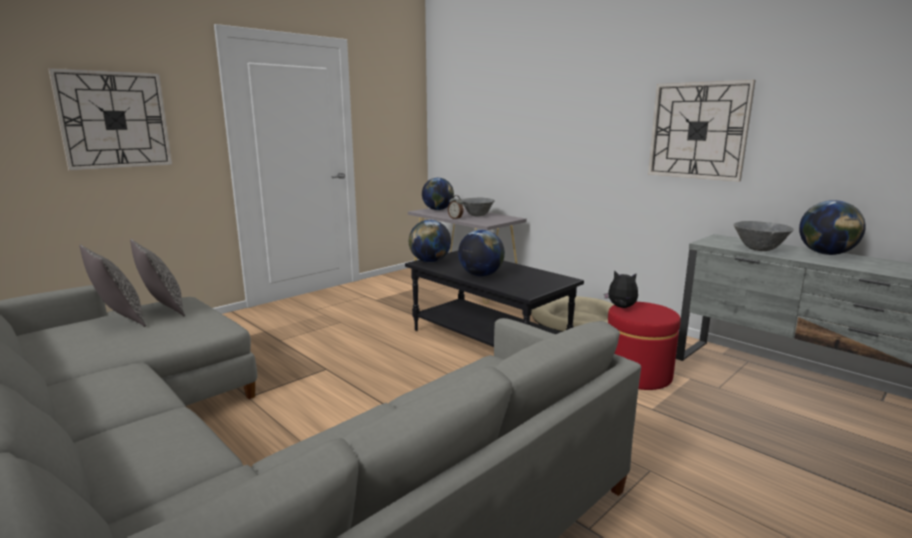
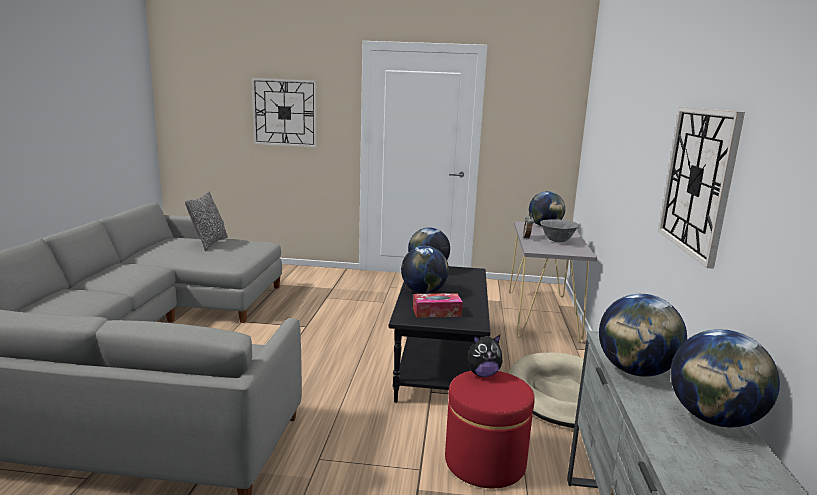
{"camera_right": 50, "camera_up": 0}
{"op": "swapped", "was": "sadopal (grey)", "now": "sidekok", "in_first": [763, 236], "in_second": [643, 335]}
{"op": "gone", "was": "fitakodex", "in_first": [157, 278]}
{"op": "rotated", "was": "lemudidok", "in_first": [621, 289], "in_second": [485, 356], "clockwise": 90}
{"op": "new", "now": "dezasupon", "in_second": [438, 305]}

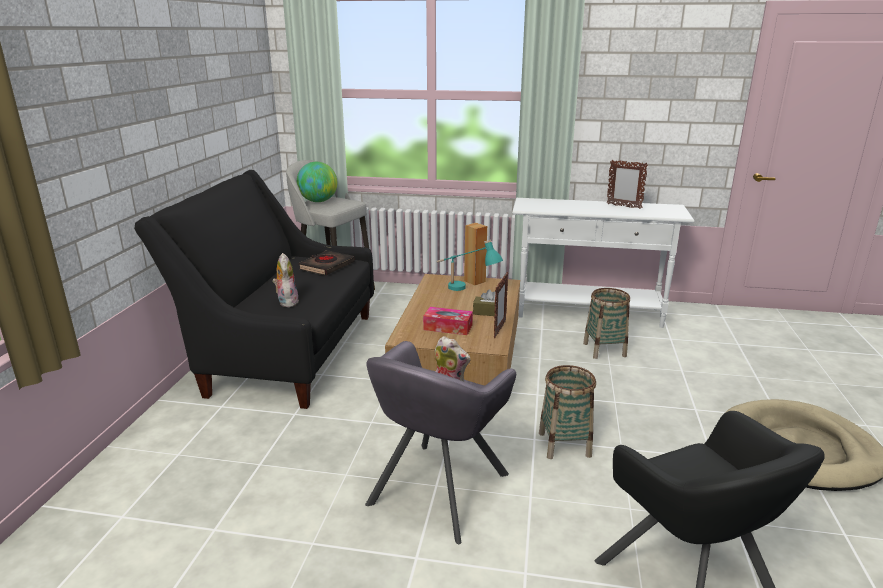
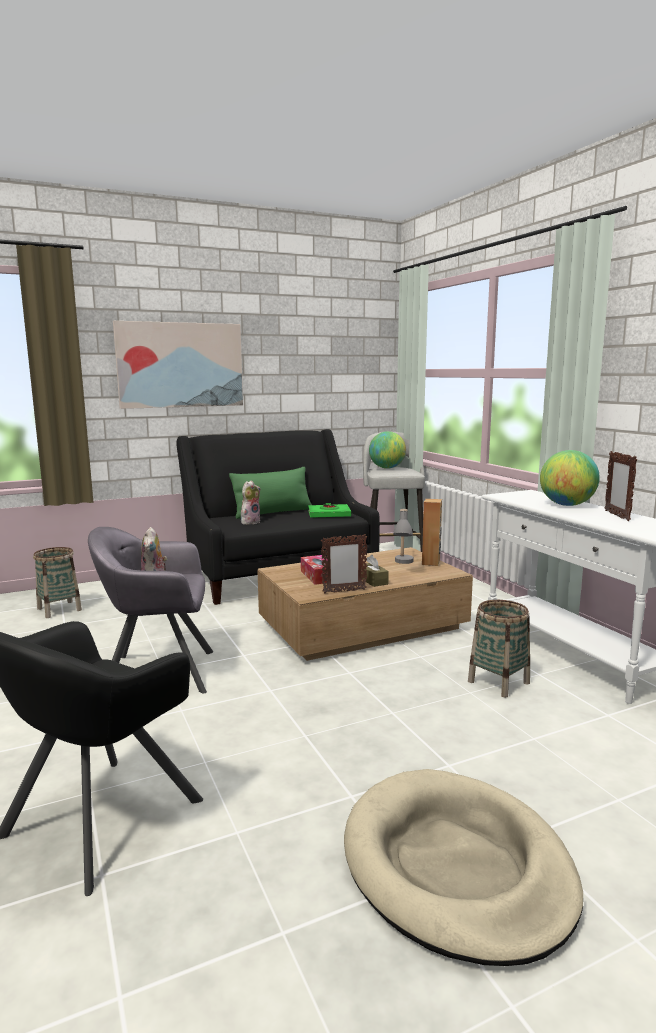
{"camera_right": 55, "camera_up": -10}
{"op": "repainted", "was": "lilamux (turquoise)", "now": "lilamux (grey)", "in_first": [469, 265], "in_second": [403, 536]}
{"op": "repainted", "was": "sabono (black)", "now": "sabono (green)", "in_first": [326, 263], "in_second": [329, 510]}
{"op": "shifted", "was": "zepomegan", "in_first": [567, 412], "in_second": [57, 582]}
{"op": "new", "now": "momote", "in_second": [178, 365]}
{"op": "new", "now": "sidekok", "in_second": [570, 478]}
{"op": "new", "now": "fitakodex (green)", "in_second": [270, 493]}

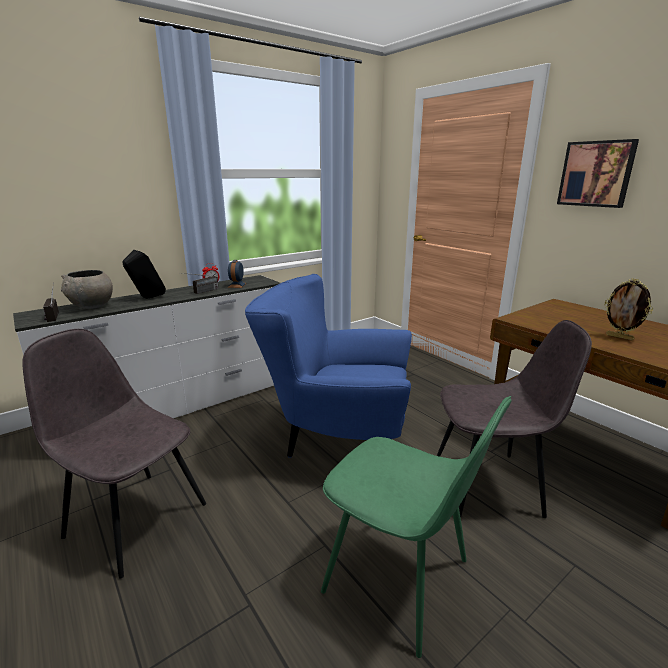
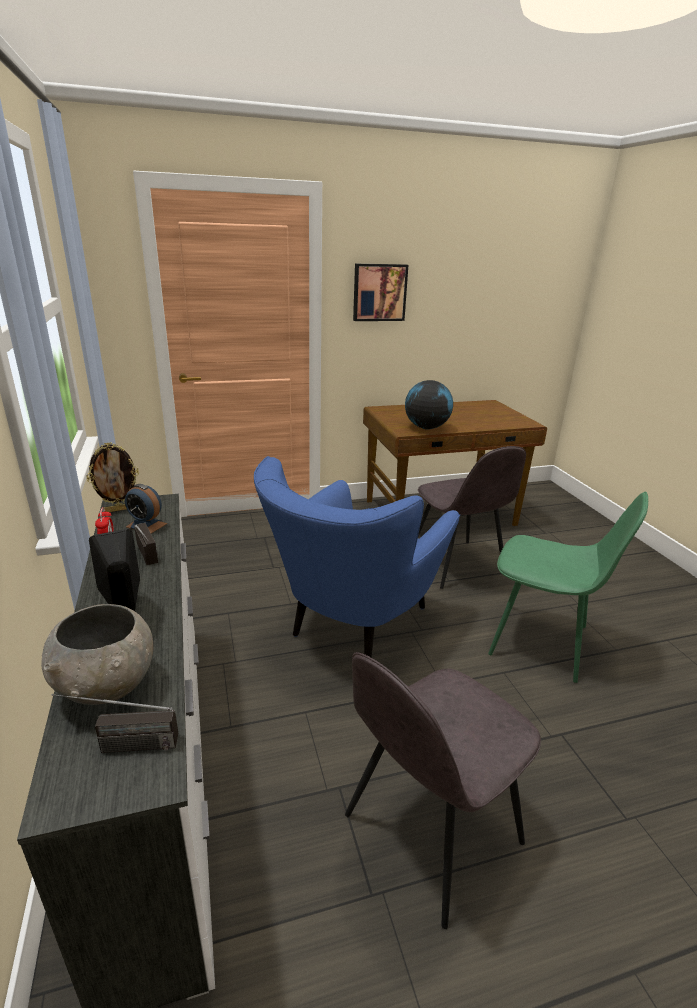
{"camera_right": -70, "camera_up": 5}
{"op": "shifted", "was": "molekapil", "in_first": [628, 309], "in_second": [112, 477]}
{"op": "rotated", "was": "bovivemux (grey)", "in_first": [514, 419], "in_second": [472, 517], "clockwise": 135}
{"op": "rotated", "was": "bovivemux (green)", "in_first": [416, 527], "in_second": [568, 587], "clockwise": 60}
{"op": "new", "now": "sidekok", "in_second": [429, 405]}

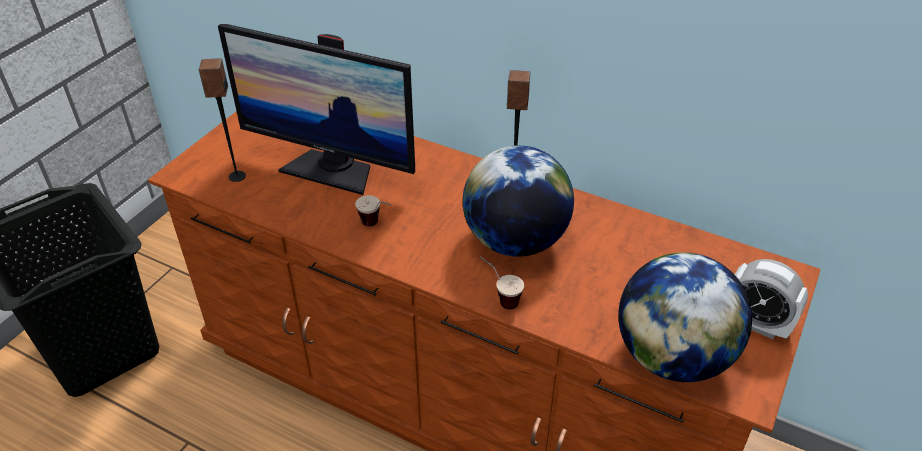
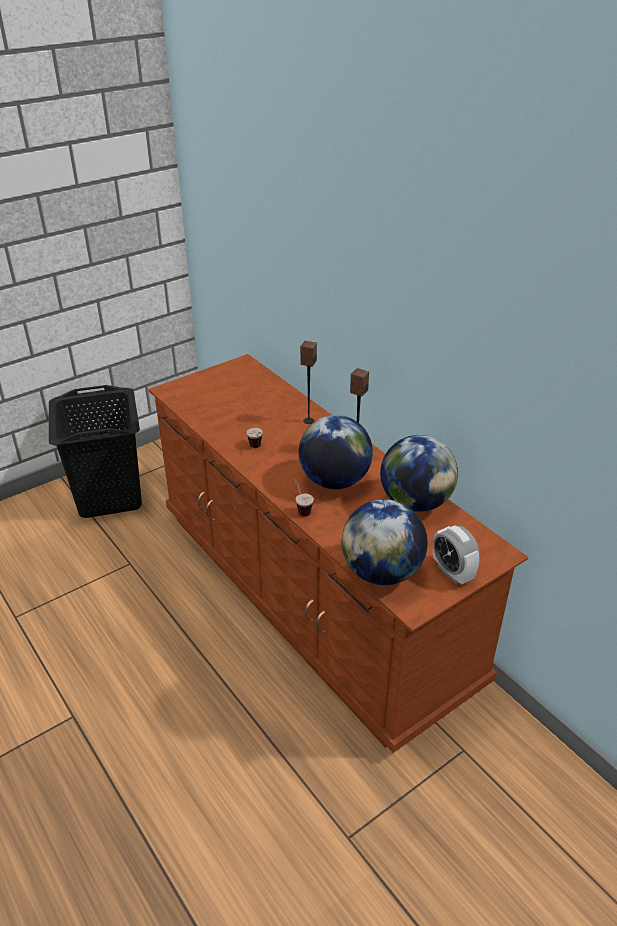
{"camera_right": 25, "camera_up": -5}
{"op": "gone", "was": "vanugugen", "in_first": [316, 109]}
{"op": "shifted", "was": "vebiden", "in_first": [222, 120], "in_second": [308, 382]}
{"op": "new", "now": "sidekok", "in_second": [419, 473]}

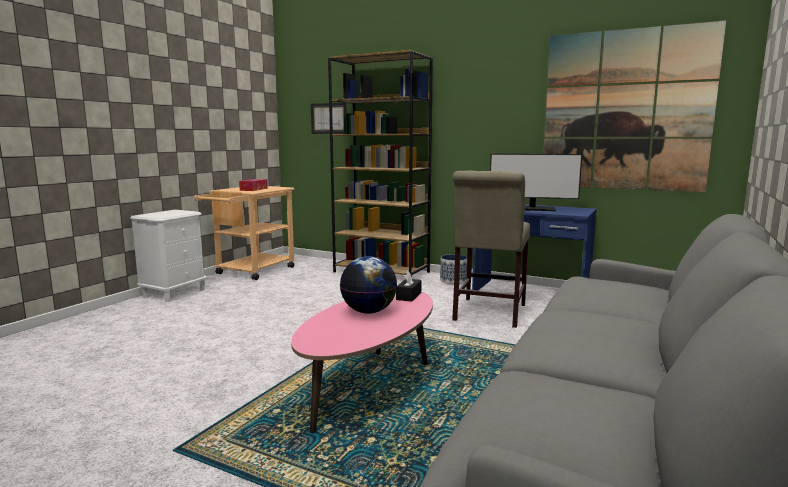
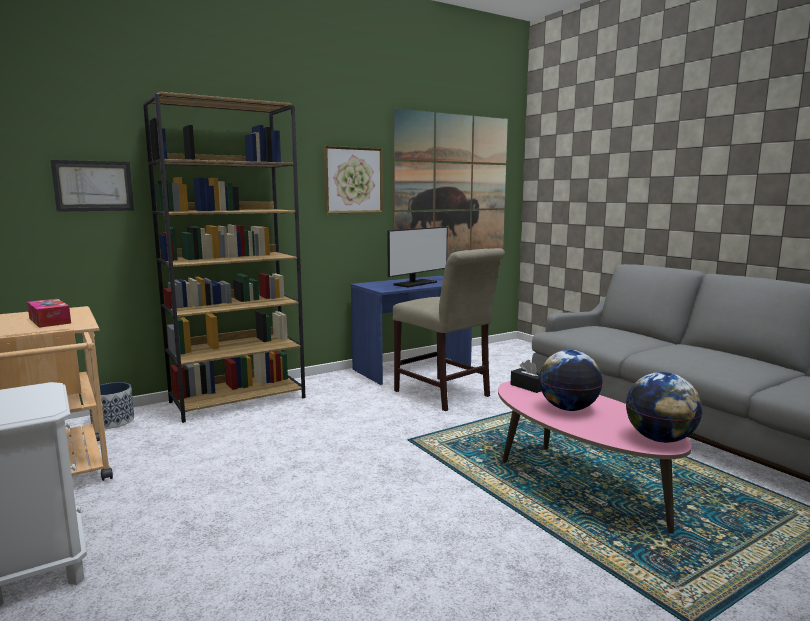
{"camera_right": -60, "camera_up": 0}
{"op": "shifted", "was": "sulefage", "in_first": [453, 269], "in_second": [111, 405]}
{"op": "new", "now": "momote", "in_second": [353, 180]}
{"op": "new", "now": "sidekok", "in_second": [664, 407]}

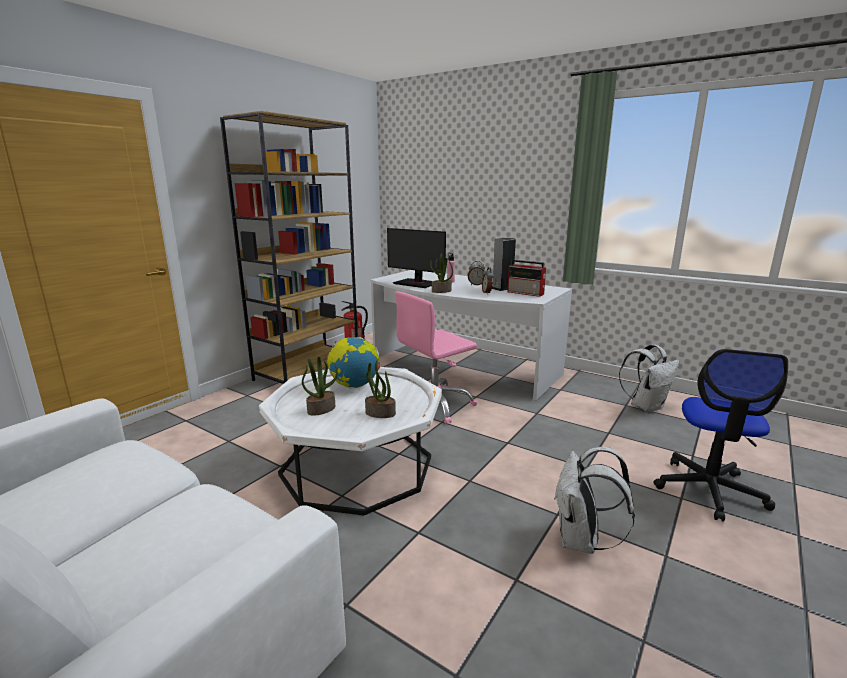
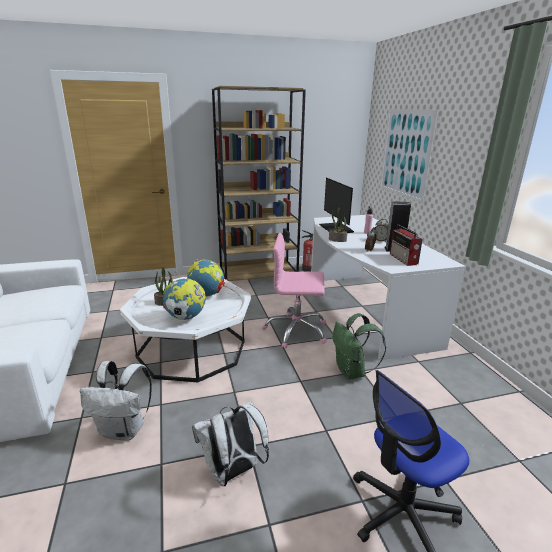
{"camera_right": 40, "camera_up": 5}
{"op": "shifted", "was": "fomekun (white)", "in_first": [649, 379], "in_second": [116, 401]}
{"op": "swapped", "was": "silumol", "now": "sidekok", "in_first": [380, 389], "in_second": [184, 299]}
{"op": "new", "now": "momote", "in_second": [409, 156]}
{"op": "new", "now": "fomekun (green)", "in_second": [359, 346]}

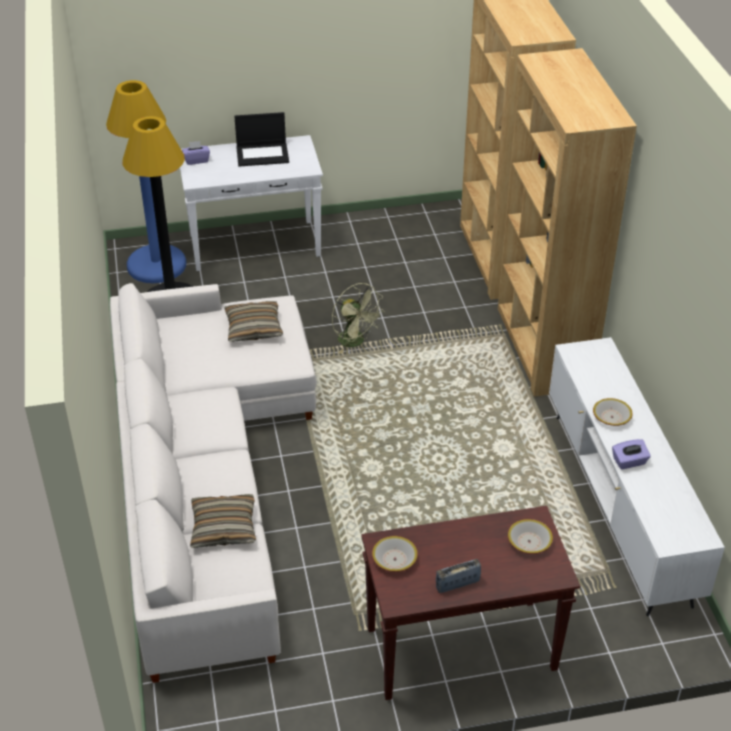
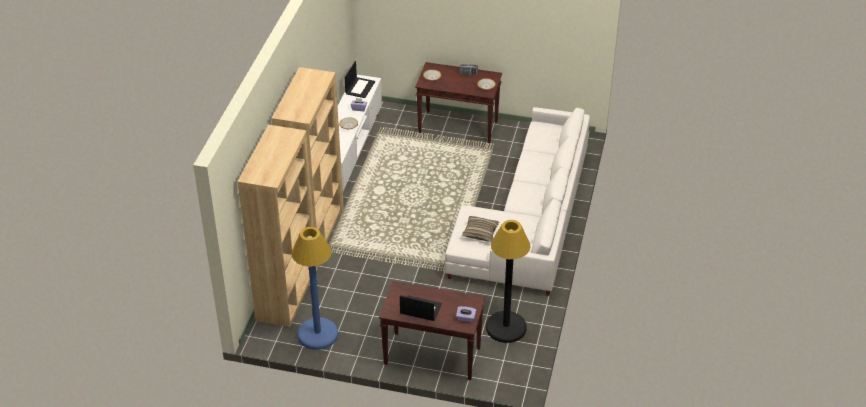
{"camera_right": -155, "camera_up": 0}
{"op": "shifted", "was": "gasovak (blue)", "in_first": [146, 181], "in_second": [315, 288]}
{"op": "repainted", "was": "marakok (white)", "now": "marakok (brown)", "in_first": [251, 203], "in_second": [432, 330]}
{"op": "gone", "was": "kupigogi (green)", "in_first": [358, 318]}
{"op": "gone", "was": "fitakodex", "in_first": [223, 521]}
{"op": "new", "now": "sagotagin", "in_second": [360, 79]}

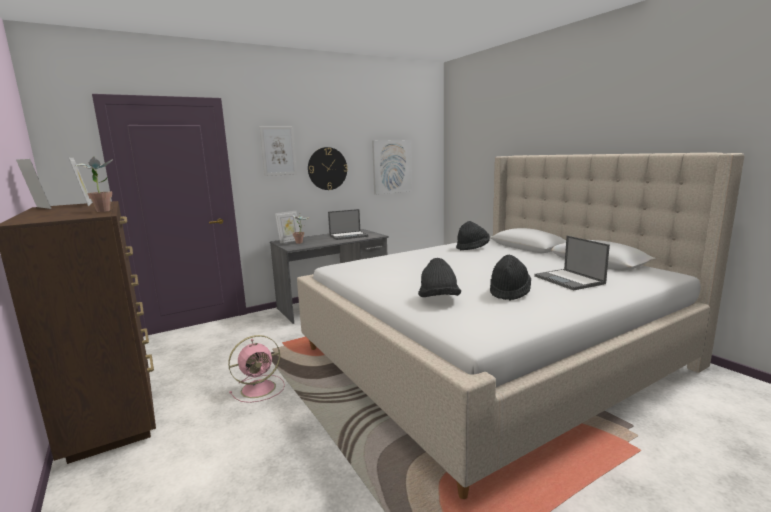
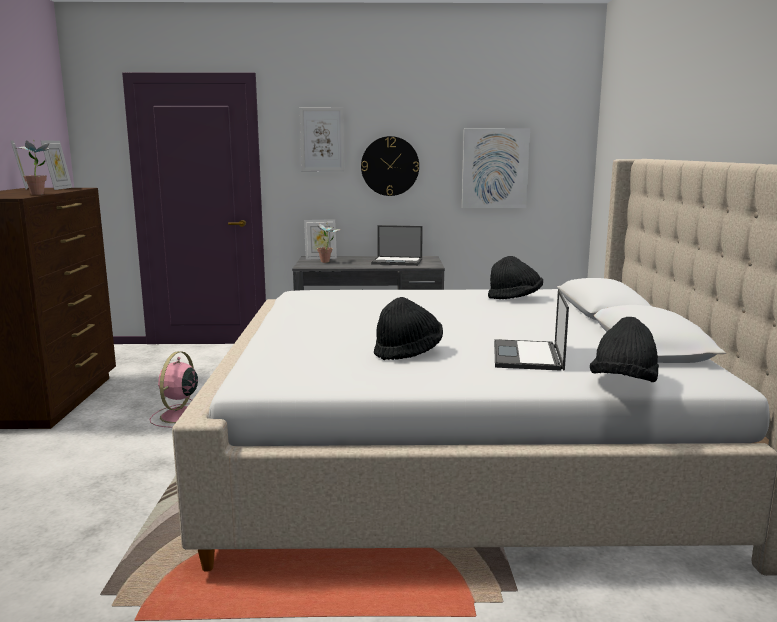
{"camera_right": 30, "camera_up": 0}
{"op": "shifted", "was": "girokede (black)", "in_first": [439, 277], "in_second": [624, 349]}
{"op": "rotated", "was": "kupigogi (pink)", "in_first": [256, 369], "in_second": [173, 389], "clockwise": 105}

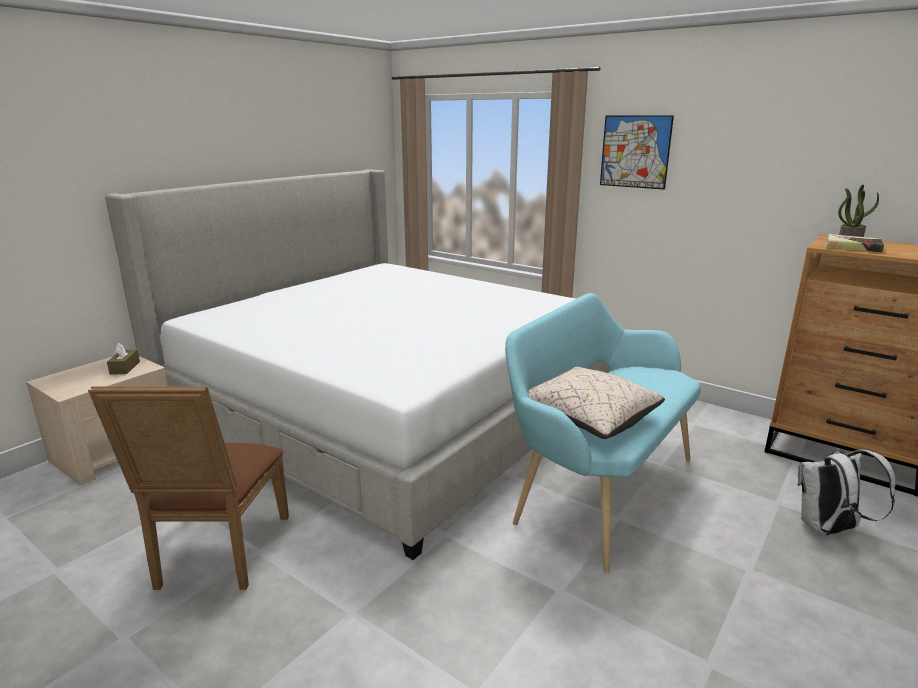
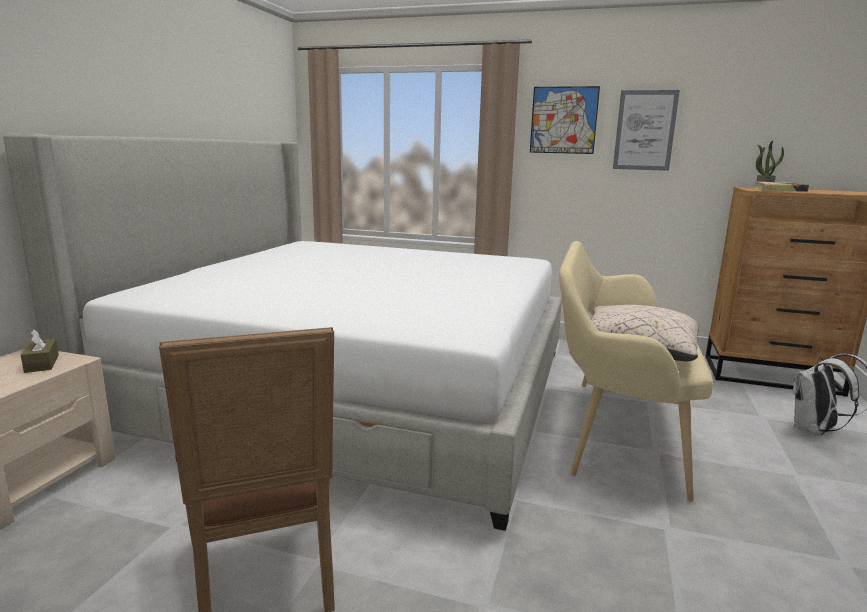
{"camera_right": -20, "camera_up": -5}
{"op": "repainted", "was": "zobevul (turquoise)", "now": "zobevul (beige)", "in_first": [603, 432], "in_second": [636, 371]}
{"op": "new", "now": "momote", "in_second": [646, 130]}

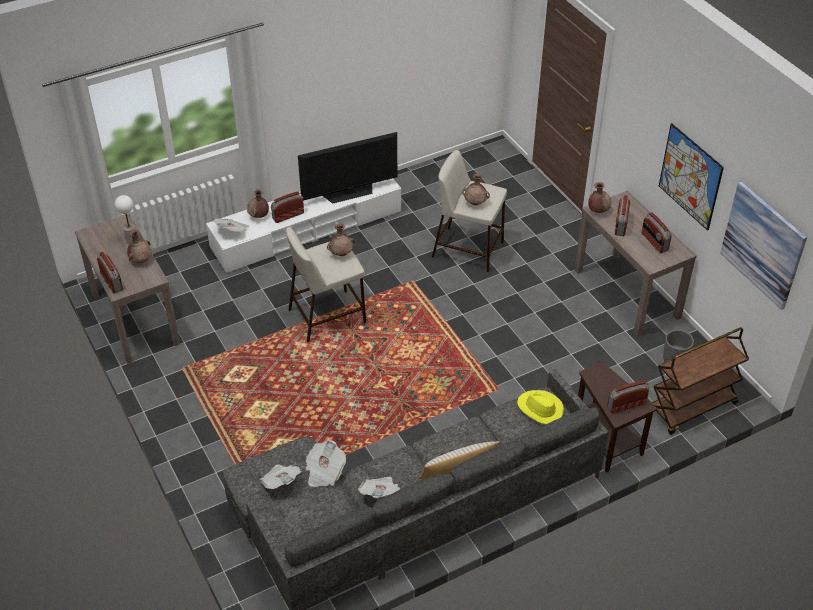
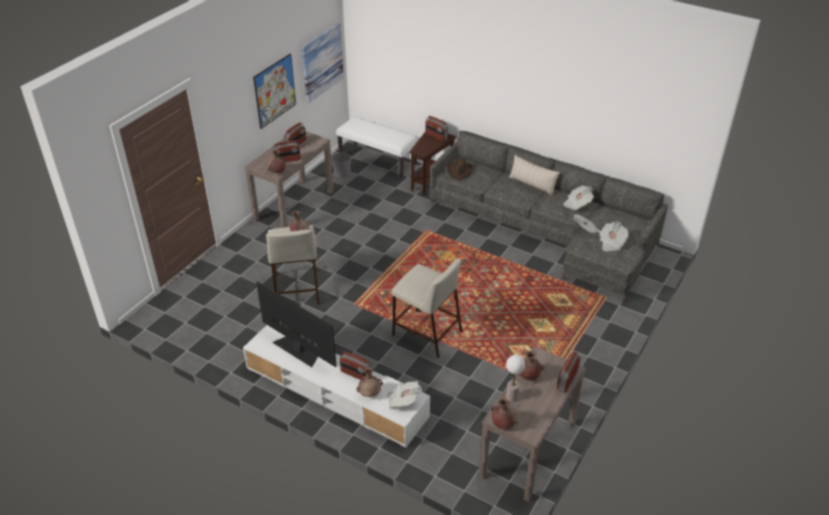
{"camera_right": -120, "camera_up": -5}
{"op": "shifted", "was": "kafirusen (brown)", "in_first": [341, 240], "in_second": [504, 413]}
{"op": "swapped", "was": "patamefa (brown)", "now": "zobevul (white)", "in_first": [700, 381], "in_second": [377, 147]}
{"op": "repainted", "was": "girokede (yellow)", "now": "girokede (brown)", "in_first": [540, 407], "in_second": [460, 169]}

